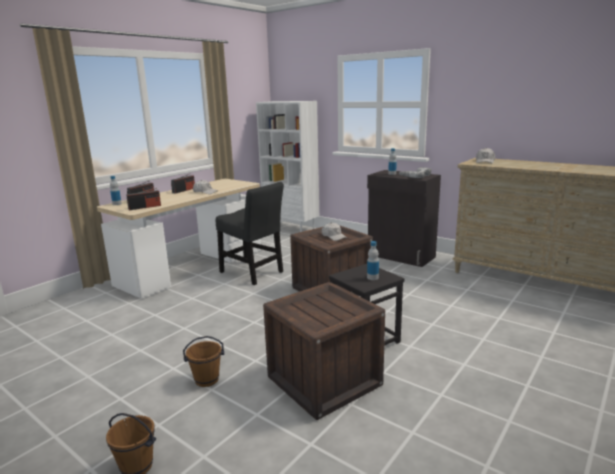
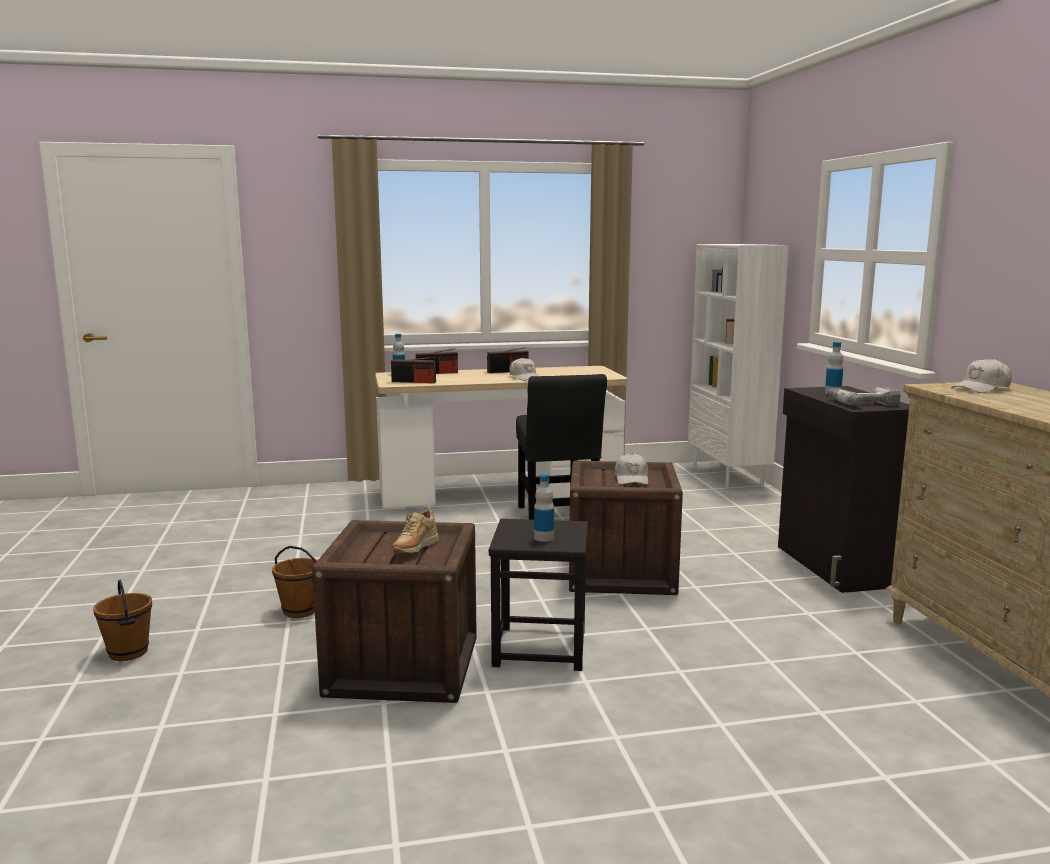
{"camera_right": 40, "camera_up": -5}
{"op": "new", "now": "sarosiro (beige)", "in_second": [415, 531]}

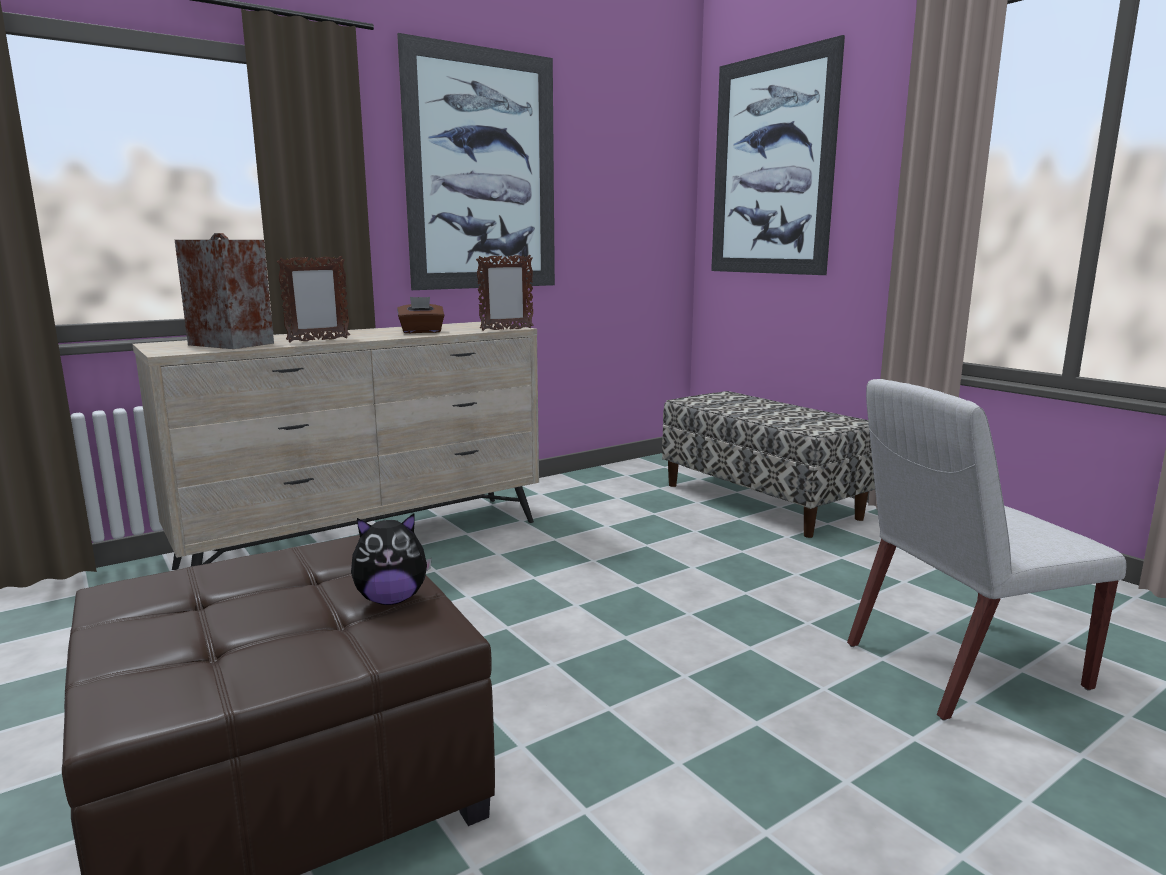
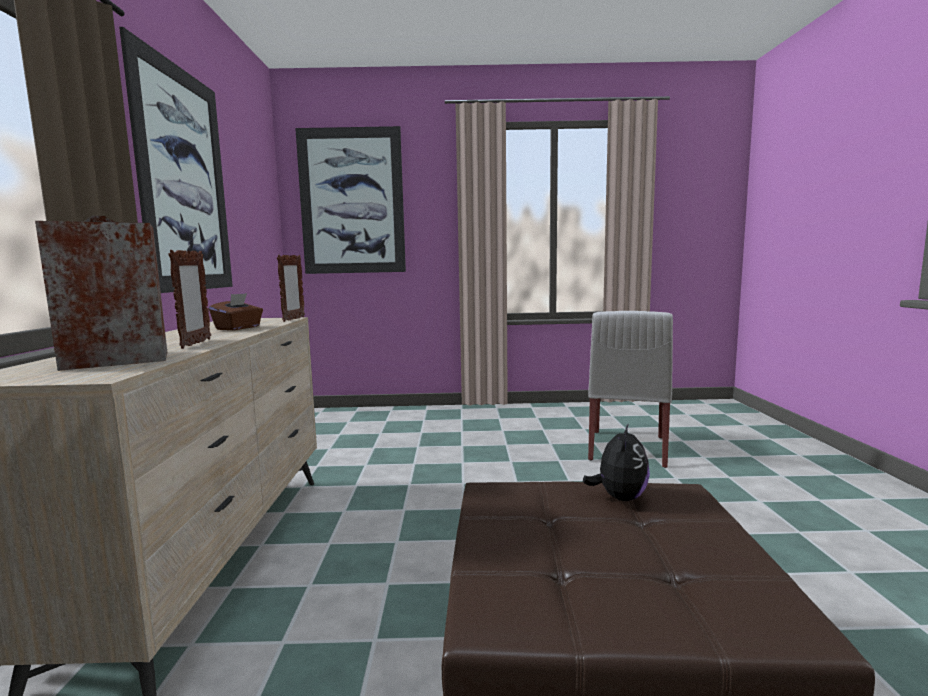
{"camera_right": -55, "camera_up": -5}
{"op": "gone", "was": "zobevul", "in_first": [768, 464]}

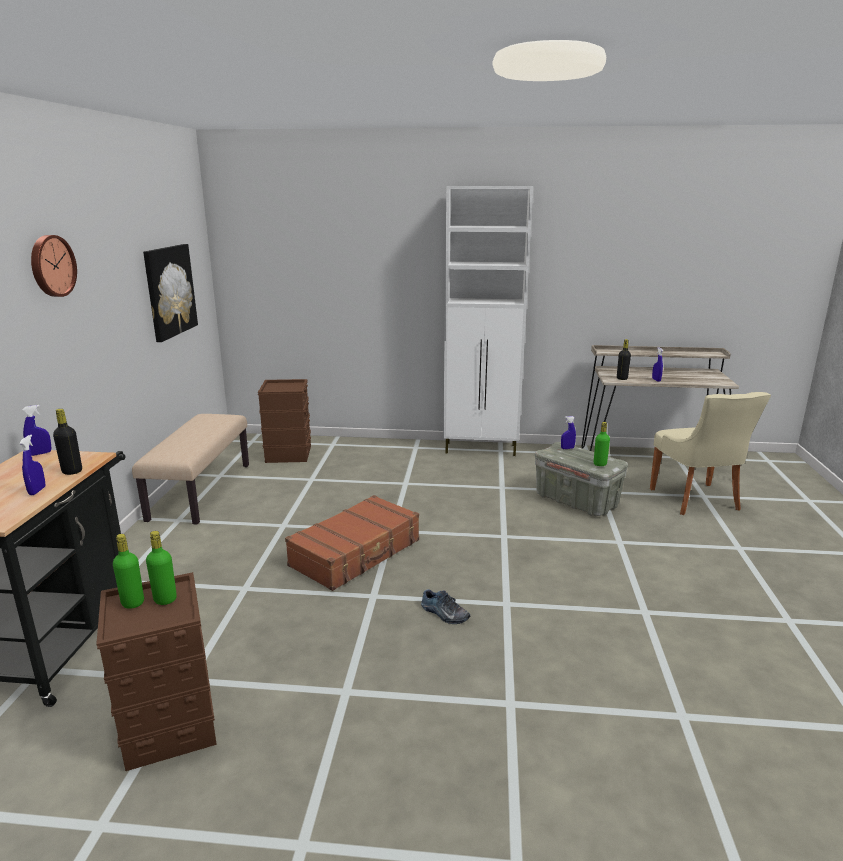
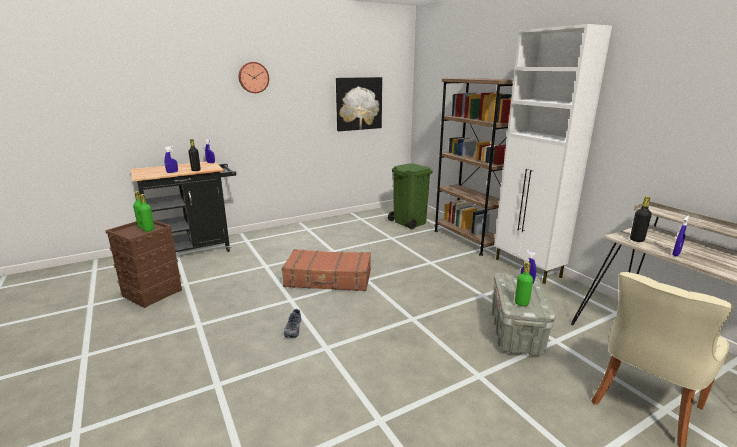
{"camera_right": 55, "camera_up": 0}
{"op": "swapped", "was": "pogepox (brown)", "now": "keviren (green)", "in_first": [284, 421], "in_second": [410, 196]}
{"op": "gone", "was": "zobevul (beige)", "in_first": [190, 469]}
{"op": "new", "now": "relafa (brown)", "in_second": [473, 167]}

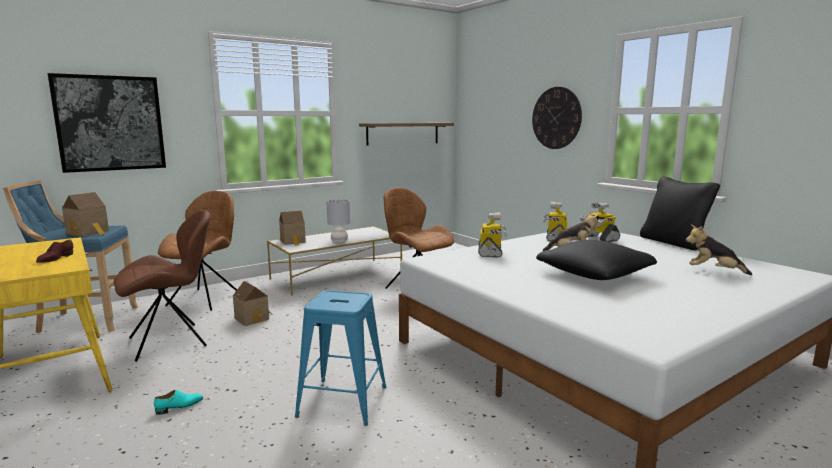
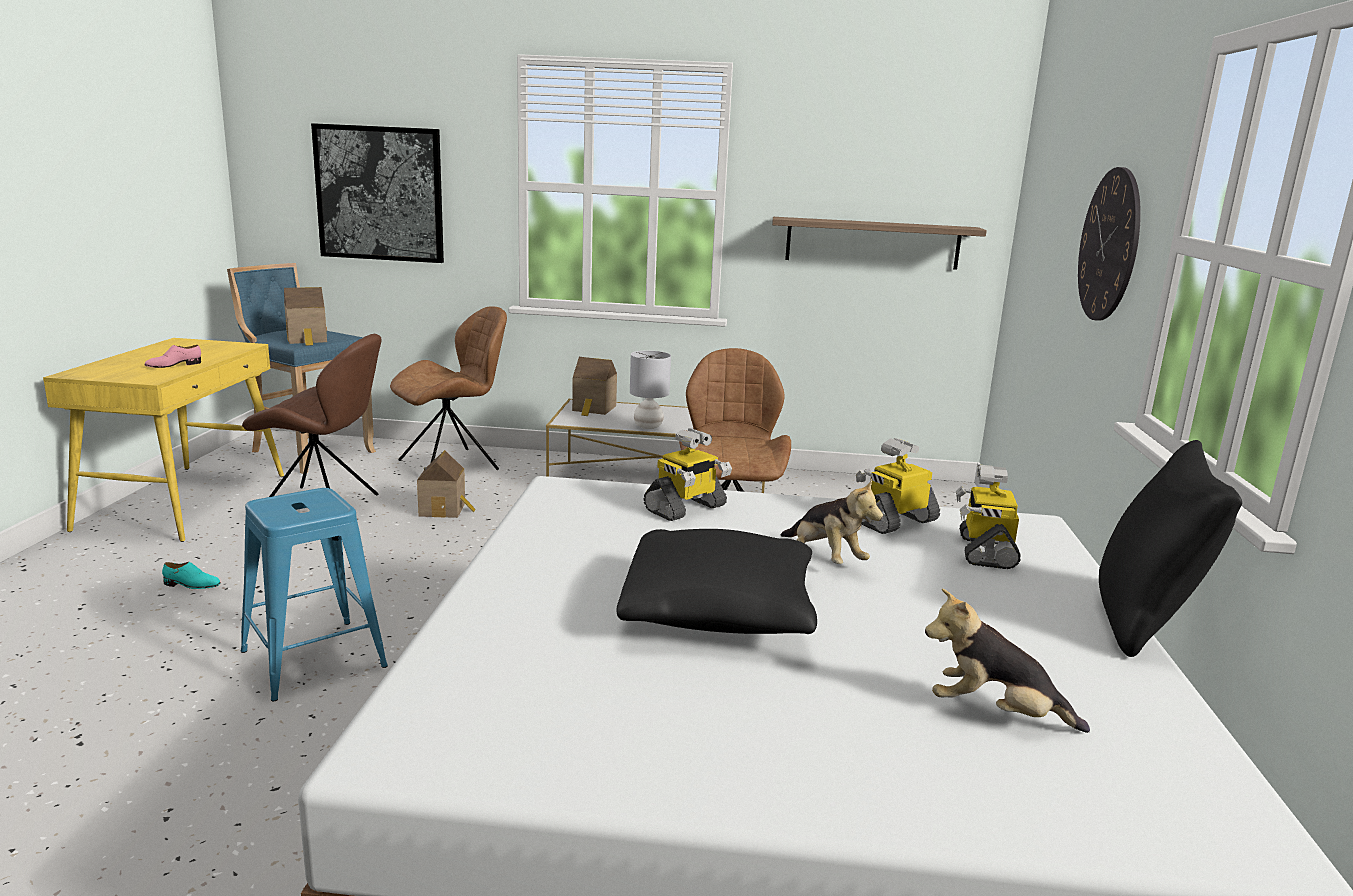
{"camera_right": 40, "camera_up": 5}
{"op": "rotated", "was": "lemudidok", "in_first": [719, 250], "in_second": [1007, 660], "clockwise": -45}
{"op": "repainted", "was": "sarosiro (brown)", "now": "sarosiro (pink)", "in_first": [54, 251], "in_second": [172, 356]}

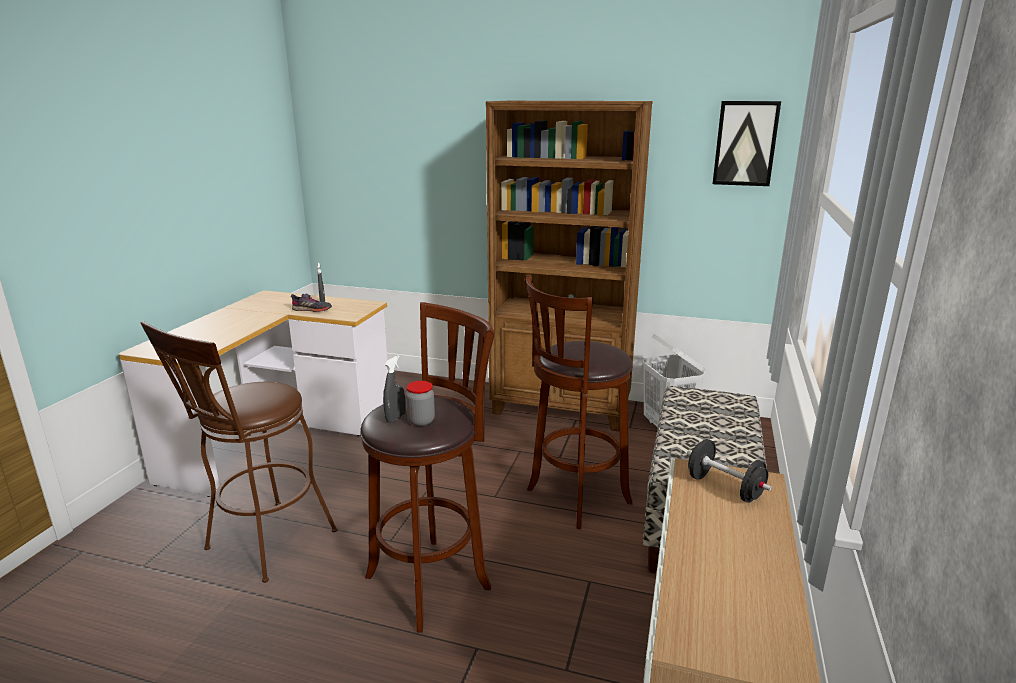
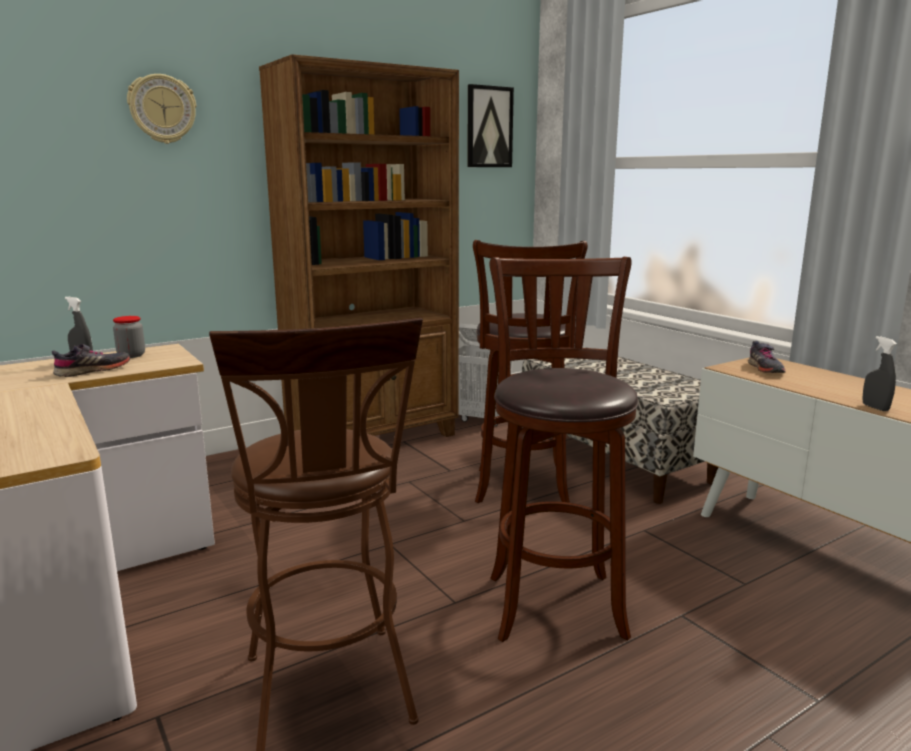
{"camera_right": -50, "camera_up": -5}
{"op": "shifted", "was": "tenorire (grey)", "in_first": [394, 389], "in_second": [879, 373]}
{"op": "shifted", "was": "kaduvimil", "in_first": [420, 403], "in_second": [129, 337]}
{"op": "swapped", "was": "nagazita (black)", "now": "sarosiro (grey)", "in_first": [729, 471], "in_second": [767, 357]}
{"op": "new", "now": "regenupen", "in_second": [161, 109]}

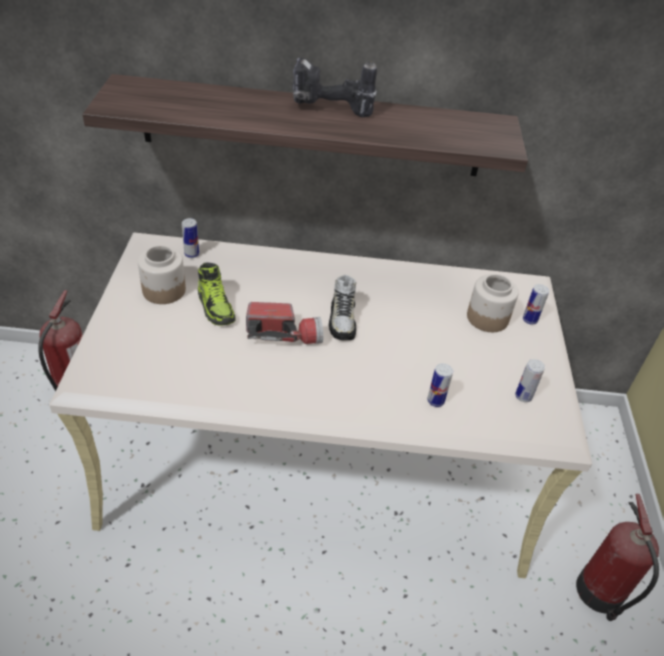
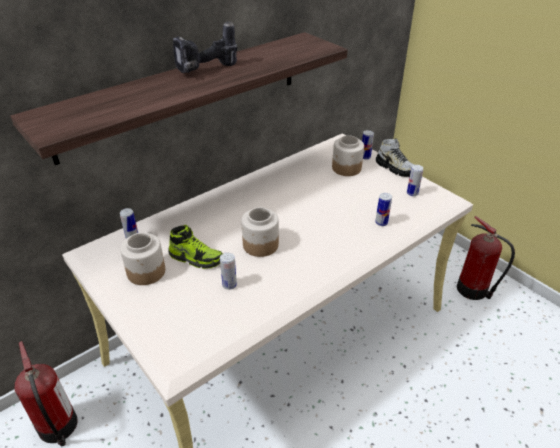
{"camera_right": -40, "camera_up": -5}
{"op": "shifted", "was": "sarosiro", "in_first": [342, 307], "in_second": [395, 157]}
{"op": "swapped", "was": "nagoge", "now": "kaduvimil", "in_first": [284, 323], "in_second": [260, 232]}
{"op": "new", "now": "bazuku", "in_second": [228, 271]}

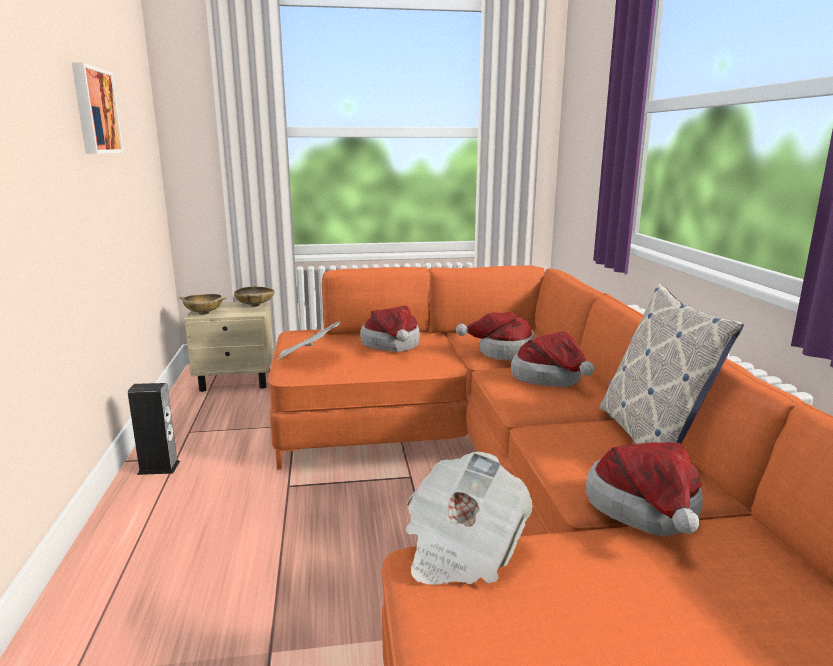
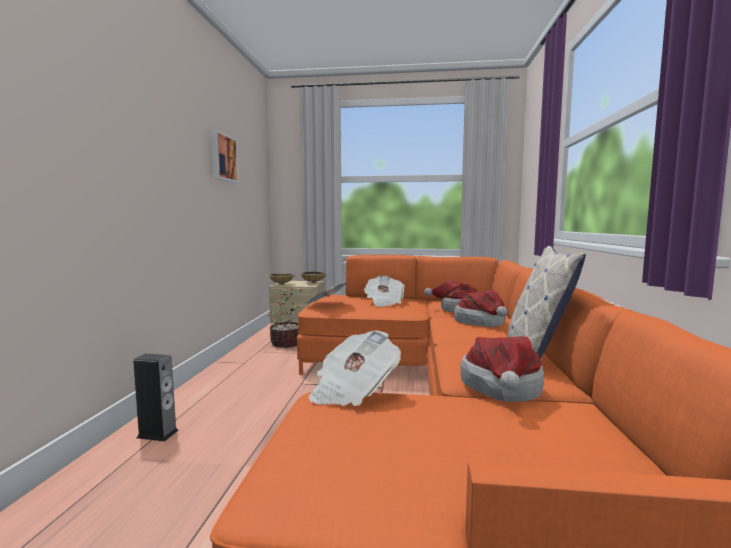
{"camera_right": 15, "camera_up": -10}
{"op": "swapped", "was": "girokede", "now": "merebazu", "in_first": [390, 329], "in_second": [384, 291]}
{"op": "shifted", "was": "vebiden", "in_first": [154, 429], "in_second": [156, 397]}
{"op": "new", "now": "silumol", "in_second": [285, 317]}

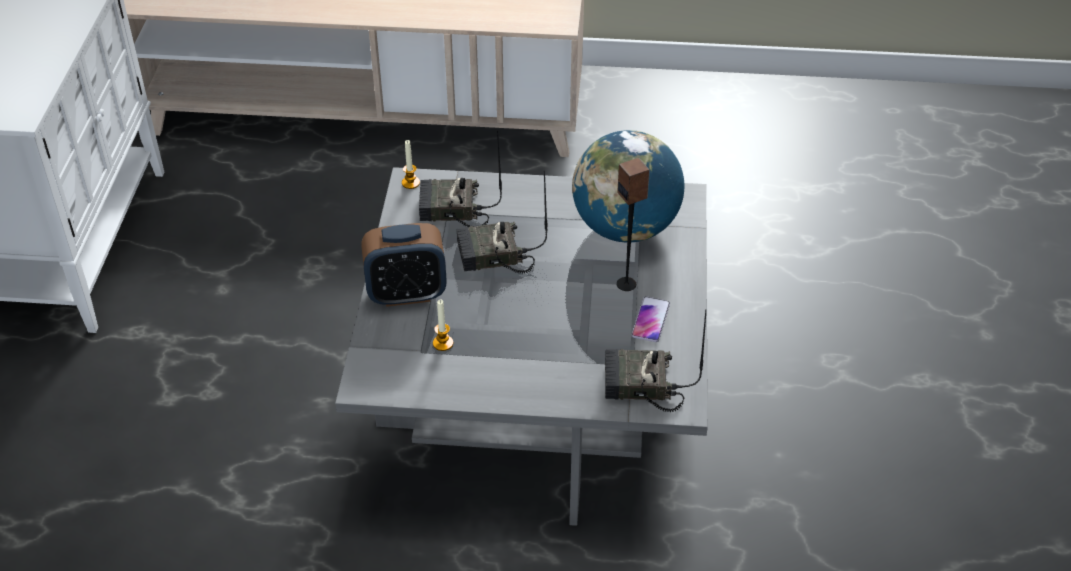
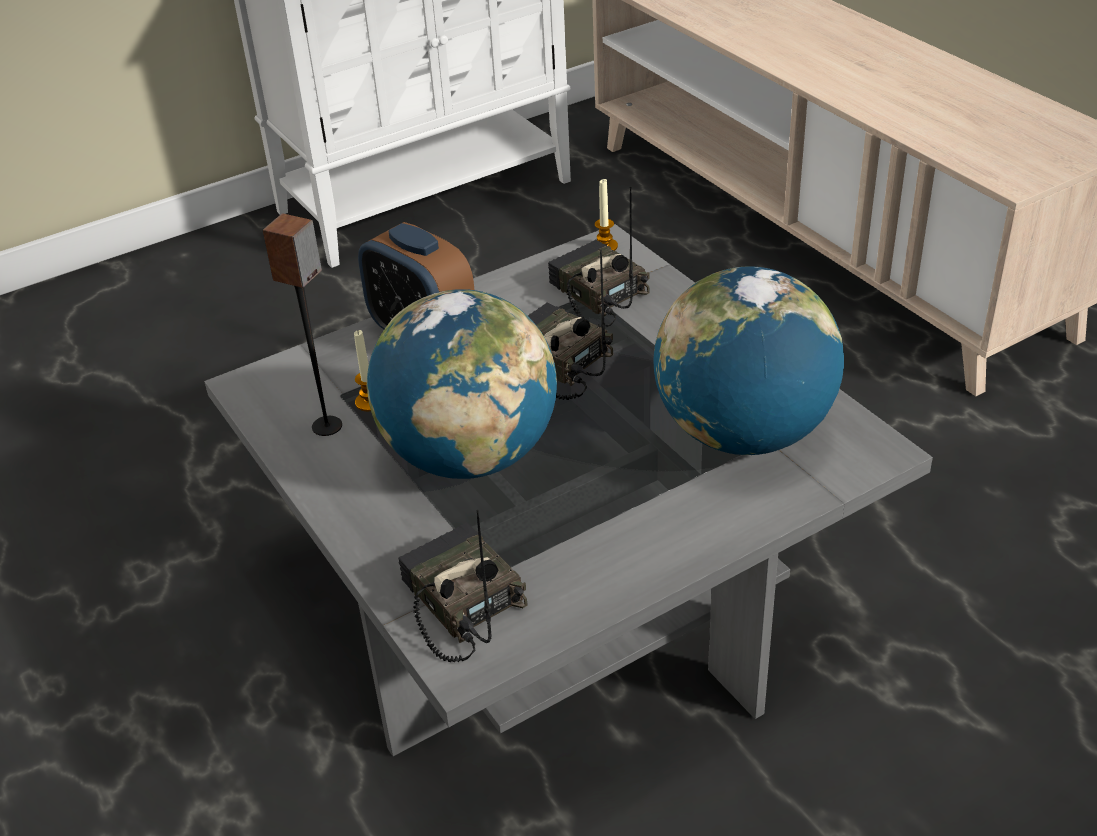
{"camera_right": 55, "camera_up": -5}
{"op": "shifted", "was": "vebiden", "in_first": [633, 224], "in_second": [302, 324]}
{"op": "gone", "was": "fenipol", "in_first": [650, 319]}
{"op": "new", "now": "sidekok", "in_second": [462, 384]}

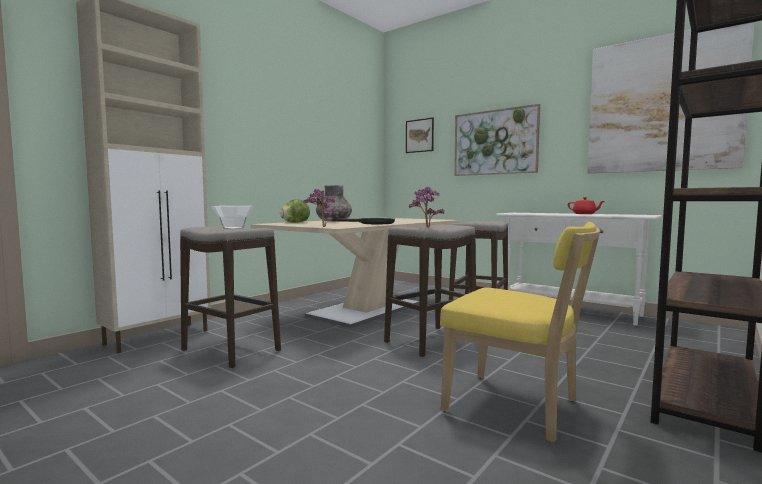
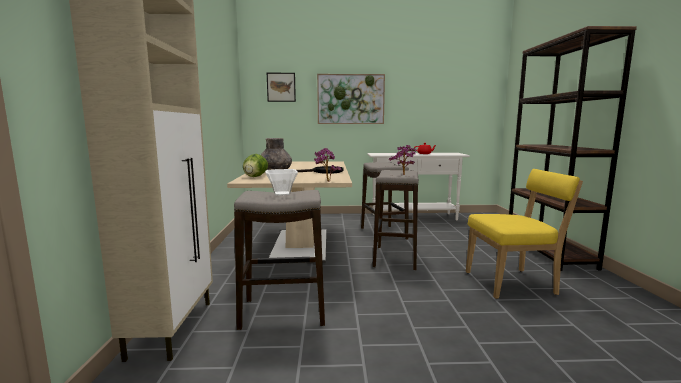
{"camera_right": -40, "camera_up": 5}
{"op": "gone", "was": "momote", "in_first": [671, 98]}

